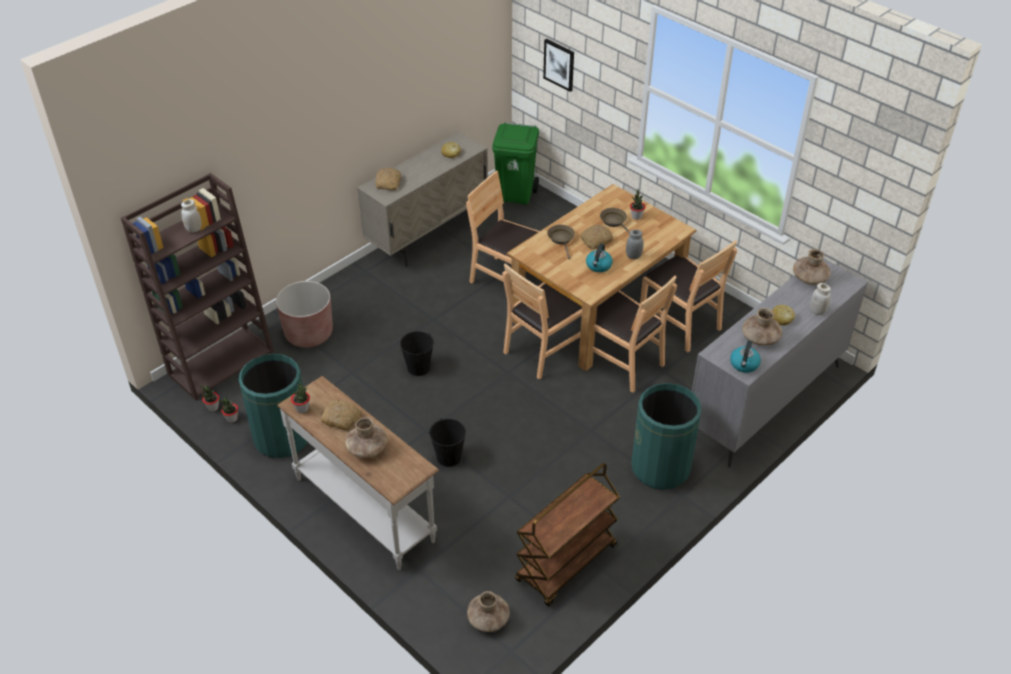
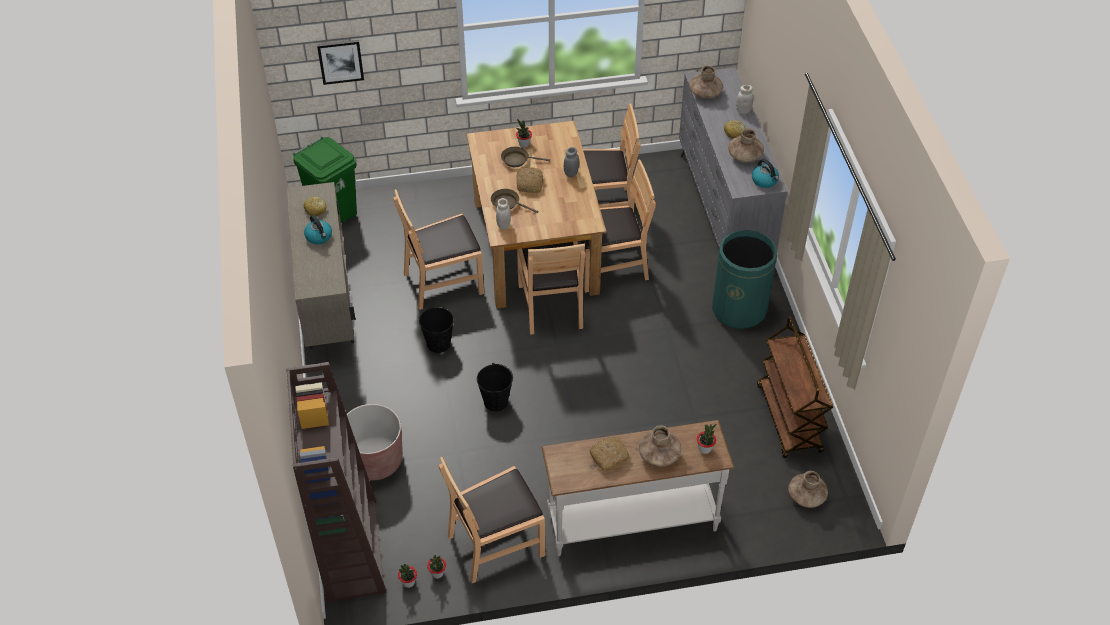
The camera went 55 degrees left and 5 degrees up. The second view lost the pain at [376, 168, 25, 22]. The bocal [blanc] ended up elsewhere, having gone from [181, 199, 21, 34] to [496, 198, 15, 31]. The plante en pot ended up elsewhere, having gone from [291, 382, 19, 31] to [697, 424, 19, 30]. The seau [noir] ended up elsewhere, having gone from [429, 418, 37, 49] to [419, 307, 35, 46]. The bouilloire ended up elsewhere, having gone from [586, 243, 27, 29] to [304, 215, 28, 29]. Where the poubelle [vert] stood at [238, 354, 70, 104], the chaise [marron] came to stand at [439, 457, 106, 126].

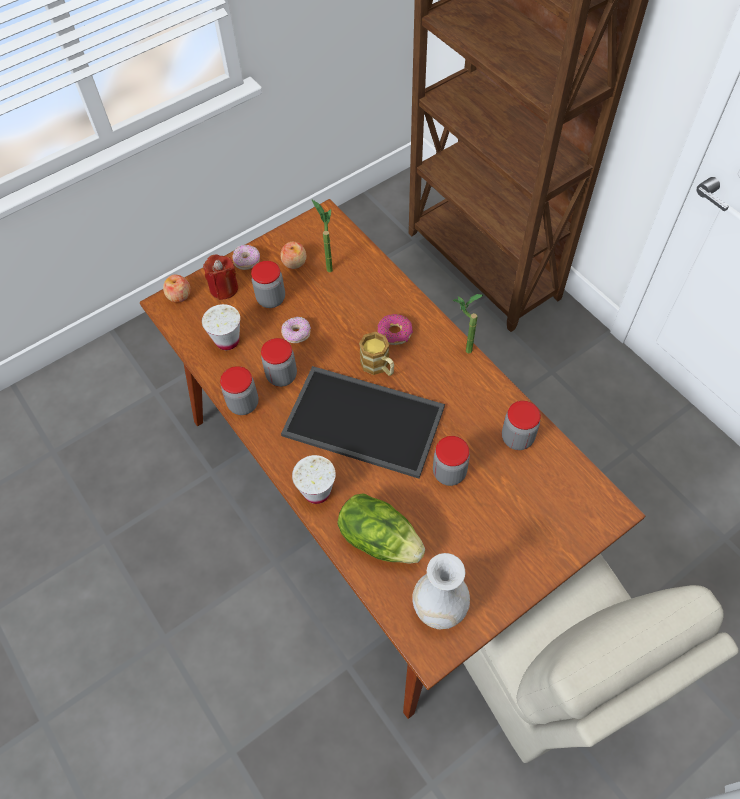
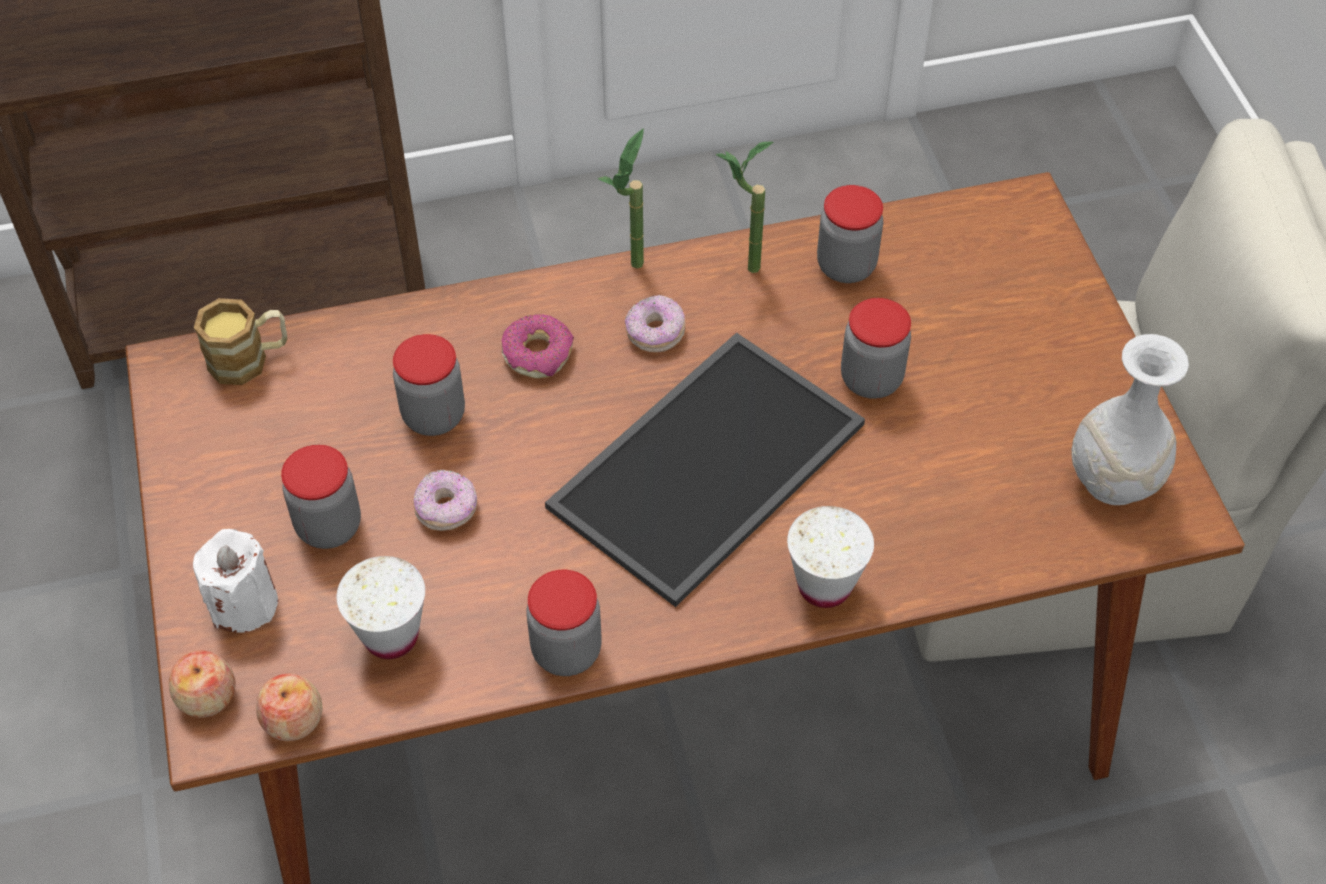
The camera went 70 degrees left and 5 degrees down. The second view lost the laitue at [337, 493, 88, 71]. The beignet ended up elsewhere, having gone from [233, 245, 27, 25] to [625, 295, 60, 57]. The bocal ended up elsewhere, having gone from [261, 338, 36, 49] to [393, 334, 72, 102]. The pomme ended up elsewhere, having gone from [280, 242, 26, 27] to [256, 673, 67, 68]. The plante en pot ended up elsewhere, having gone from [311, 199, 22, 73] to [716, 142, 57, 131]. The mug ended up elsewhere, having gone from [359, 332, 35, 44] to [194, 298, 93, 87]. What was the bougie [rouge] at [203, 254, 35, 46] turned into the bougie [blanc] at [193, 529, 85, 104].

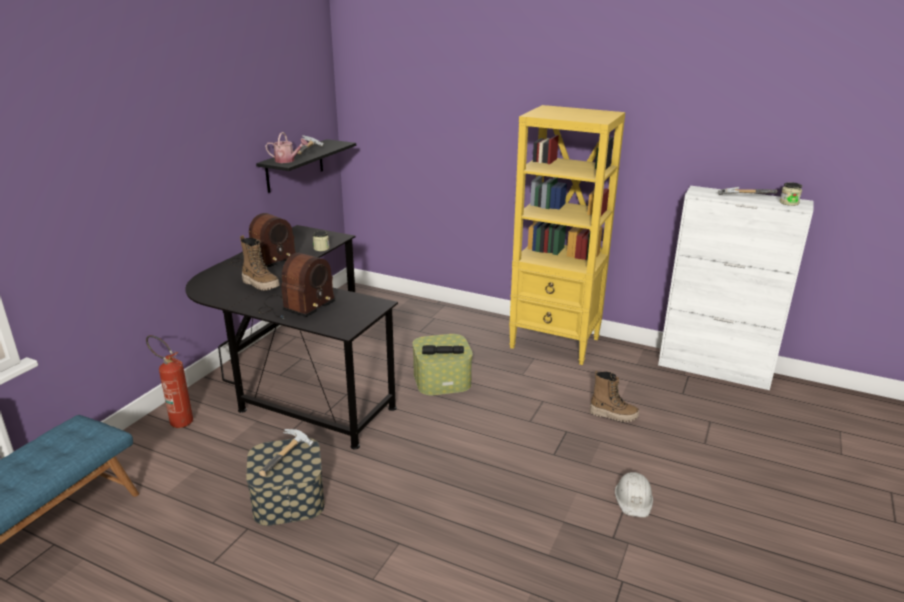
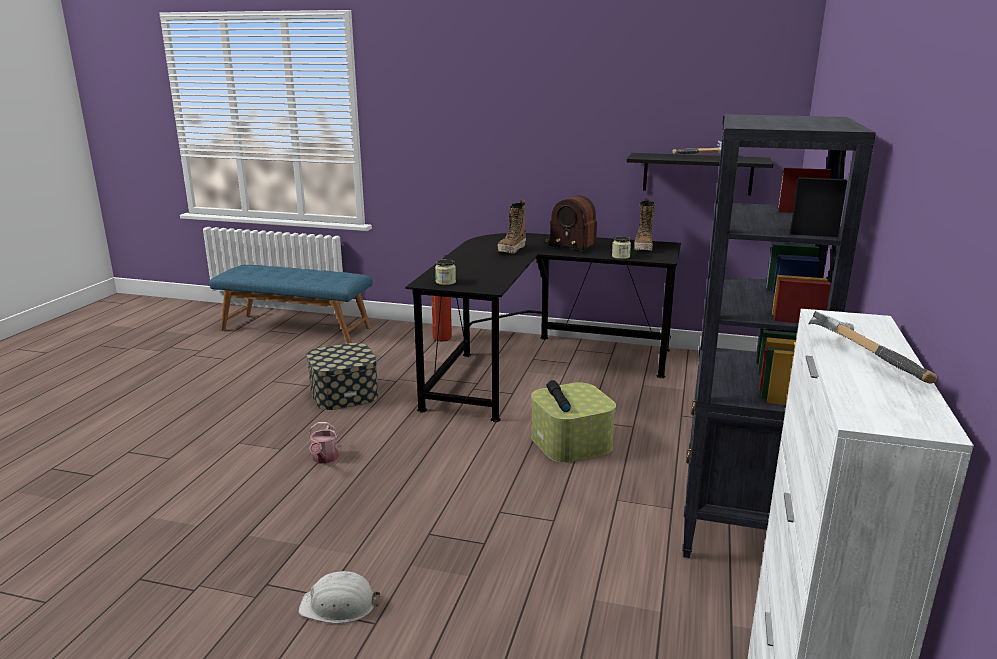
The camera went 80 degrees right and 5 degrees down. The second view lost the radio at [258, 253, 77, 66]. The second view lost the marteau at [259, 429, 55, 48]. The arrosoir ended up elsewhere, having gone from [265, 132, 43, 31] to [309, 422, 30, 42]. The botte ended up elsewhere, having gone from [590, 370, 49, 52] to [634, 198, 22, 53]. The bocal ended up elsewhere, having gone from [780, 182, 22, 24] to [435, 259, 21, 26]. What was the bibliothèque [jaune] at [509, 105, 116, 260] turned into the bibliothèque [noir] at [682, 114, 194, 444].

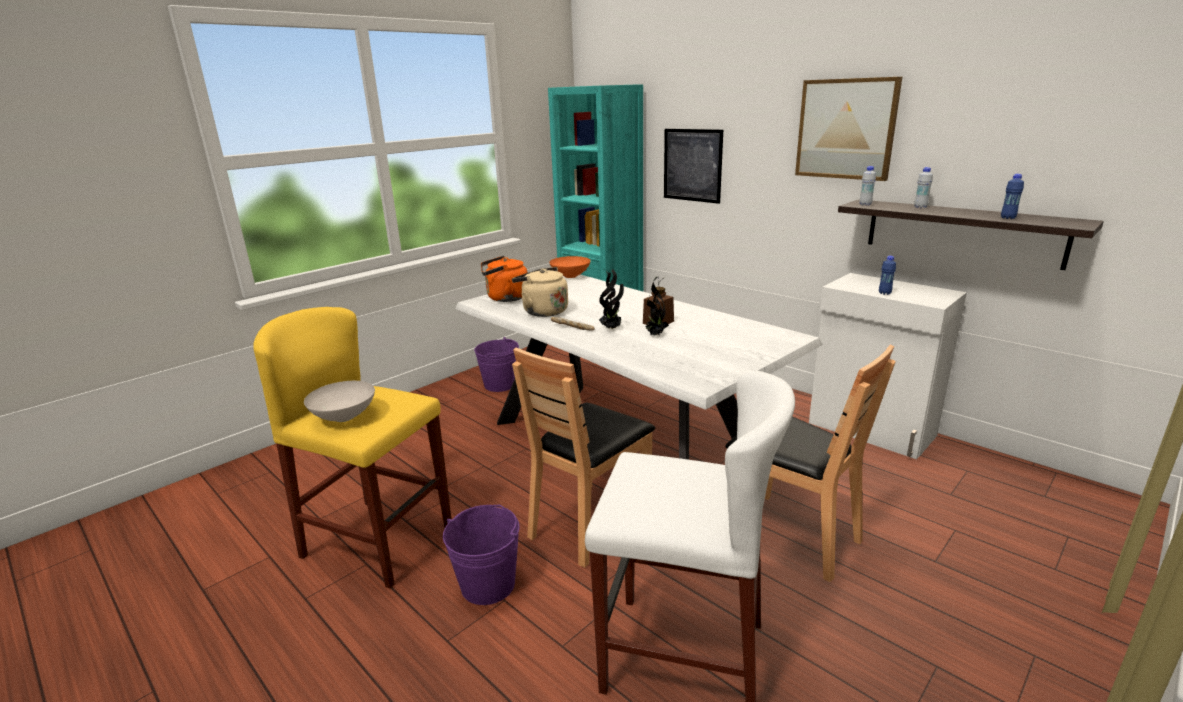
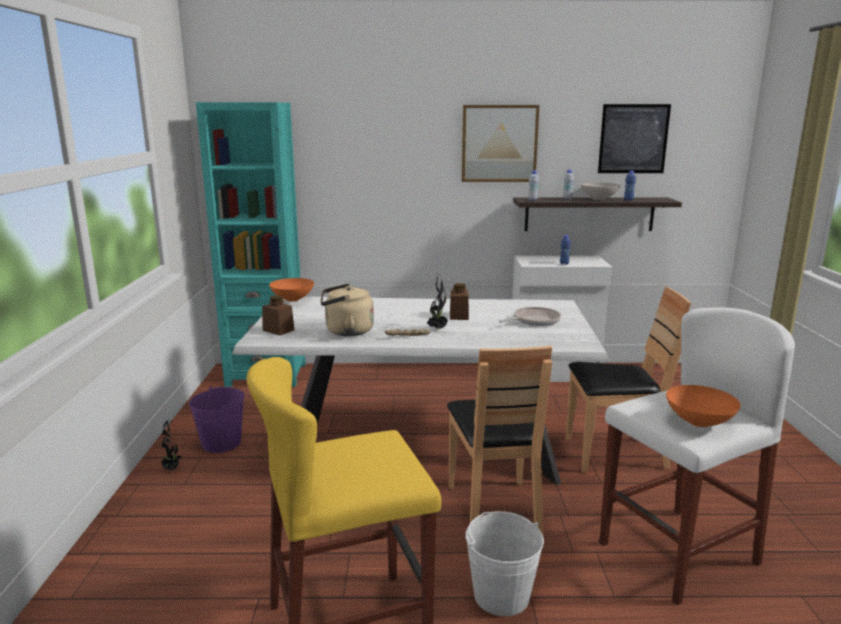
The camera went 45 degrees left and 5 degrees down. The second view gained the poêle at [499, 307, 62, 19]. The second view gained the bol [orange] at [666, 385, 75, 42]. The bol [blanc] ended up elsewhere, having gone from [304, 381, 71, 41] to [581, 183, 39, 17]. The plante en pot ended up elsewhere, having gone from [646, 277, 23, 59] to [161, 420, 20, 51]. The tableau ended up elsewhere, having gone from [664, 129, 59, 75] to [598, 104, 73, 69]. Where the bouilloire [orange] stood at [481, 256, 47, 46], the bocal [marron] came to stand at [262, 295, 33, 41]. What was the seau [violet] at [443, 505, 77, 100] turned into the seau [blanc] at [466, 511, 78, 105].

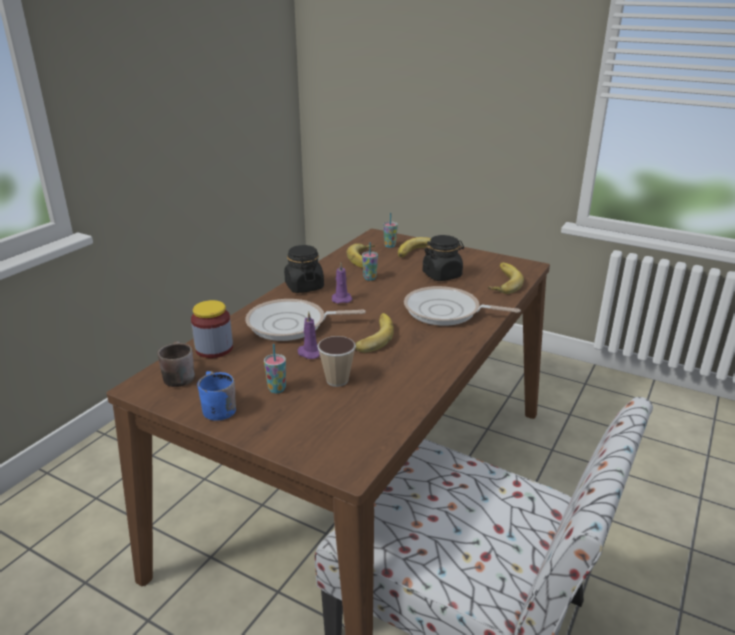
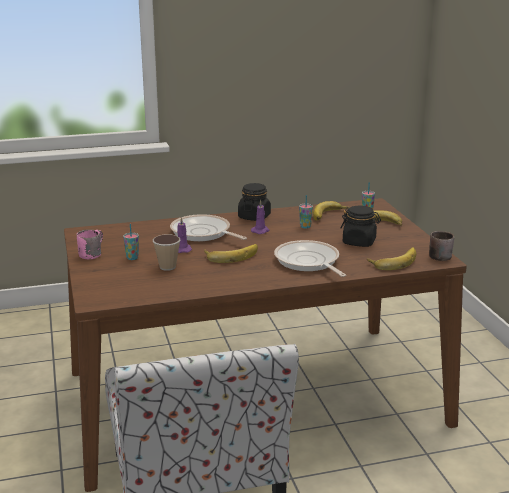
The camera went 45 degrees right and 5 degrees down. The second view lost the bocal at [191, 300, 42, 58]. The mug [marron] ended up elsewhere, having gone from [158, 341, 37, 46] to [429, 231, 26, 30]. What was the mug [bleu] at [197, 371, 39, 50] turned into the mug [rose] at [76, 229, 27, 30].

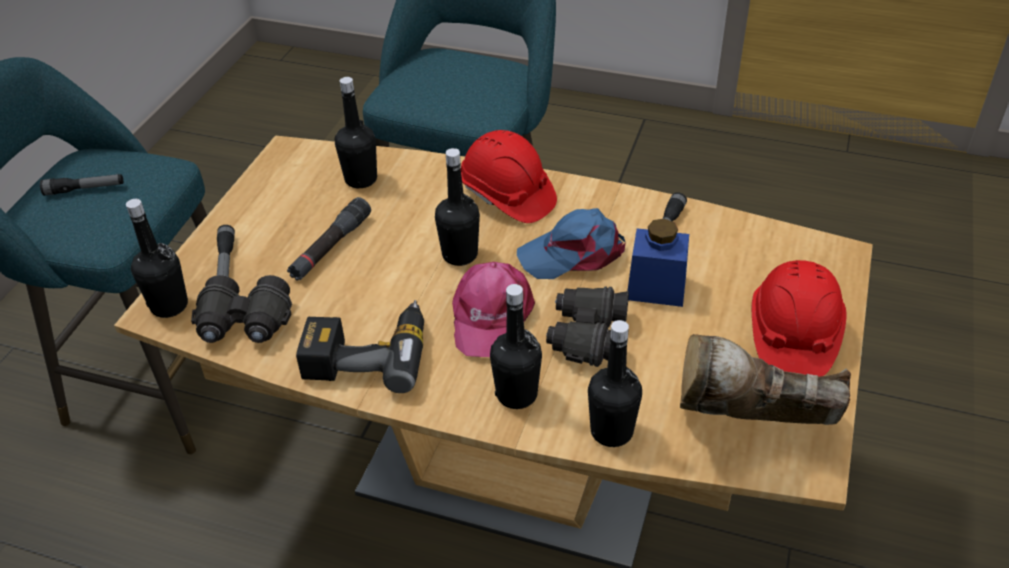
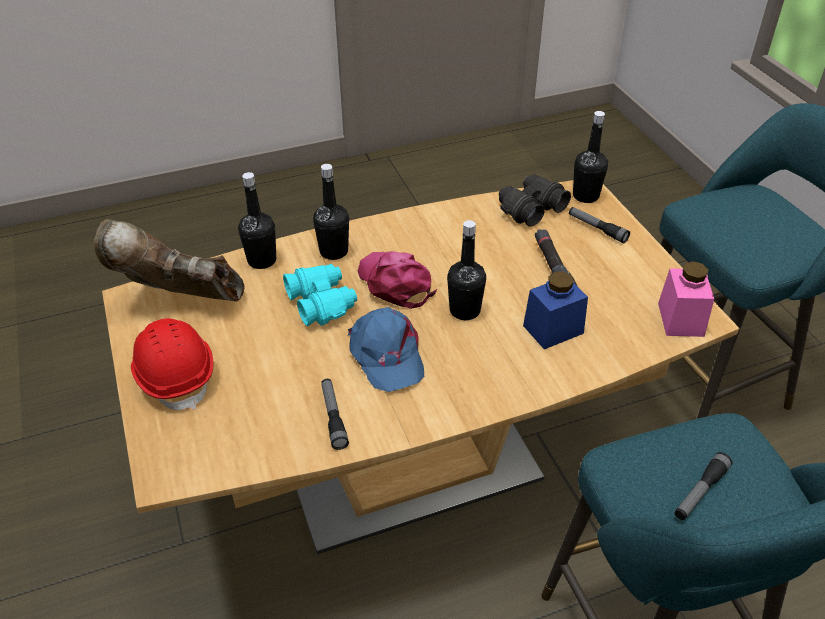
The camera went 140 degrees right and 0 degrees up. The second view lost the perceuse at [296, 300, 128, 93]. The second view lost the bouteille [noir] at [335, 77, 42, 112]. The second view lost the casque de chantier [rouge] at [461, 130, 96, 93]. The second view gained the bocal [rose] at [658, 261, 56, 76]. The lampe de poche ended up elsewhere, having gone from [40, 174, 83, 21] to [675, 452, 58, 68]. The bocal [bleu] ended up elsewhere, having gone from [627, 219, 62, 88] to [523, 271, 65, 78]. What was the jumelles [noir] at [546, 286, 83, 81] turned into the jumelles [turquoise] at [283, 264, 74, 62]. The casquette [bleu] at [517, 208, 108, 71] ended up facing another way, 120 degrees clockwise from before. The botte [marron] at [680, 334, 171, 91] ended up facing another way, 135 degrees counterclockwise from before.

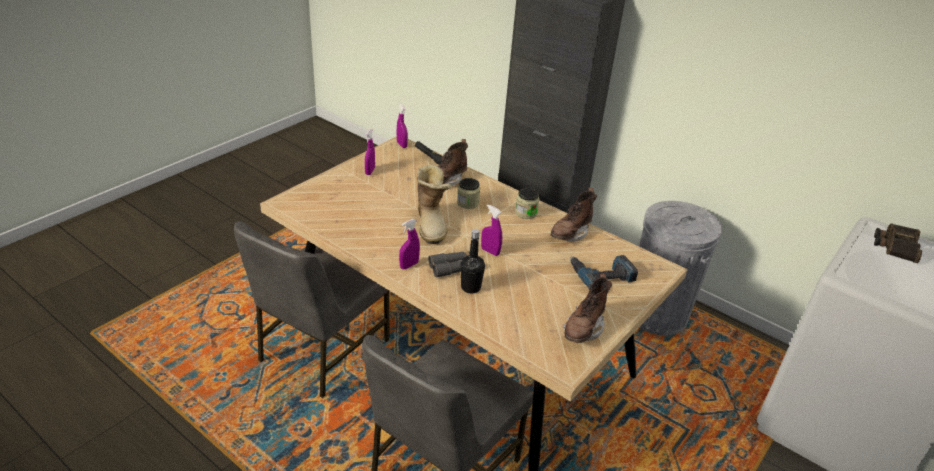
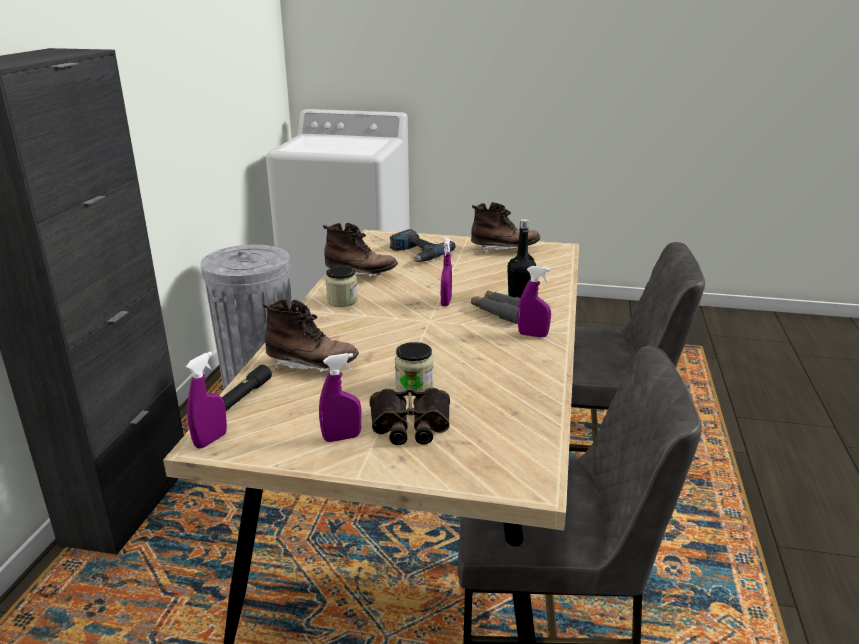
The camera went 115 degrees left and 10 degrees down. The second view lost the botte at [417, 164, 35, 80]. The bocal ended up elsewhere, having gone from [457, 178, 23, 31] to [395, 342, 38, 50]. The jumelles ended up elsewhere, having gone from [874, 223, 48, 40] to [370, 388, 80, 57].

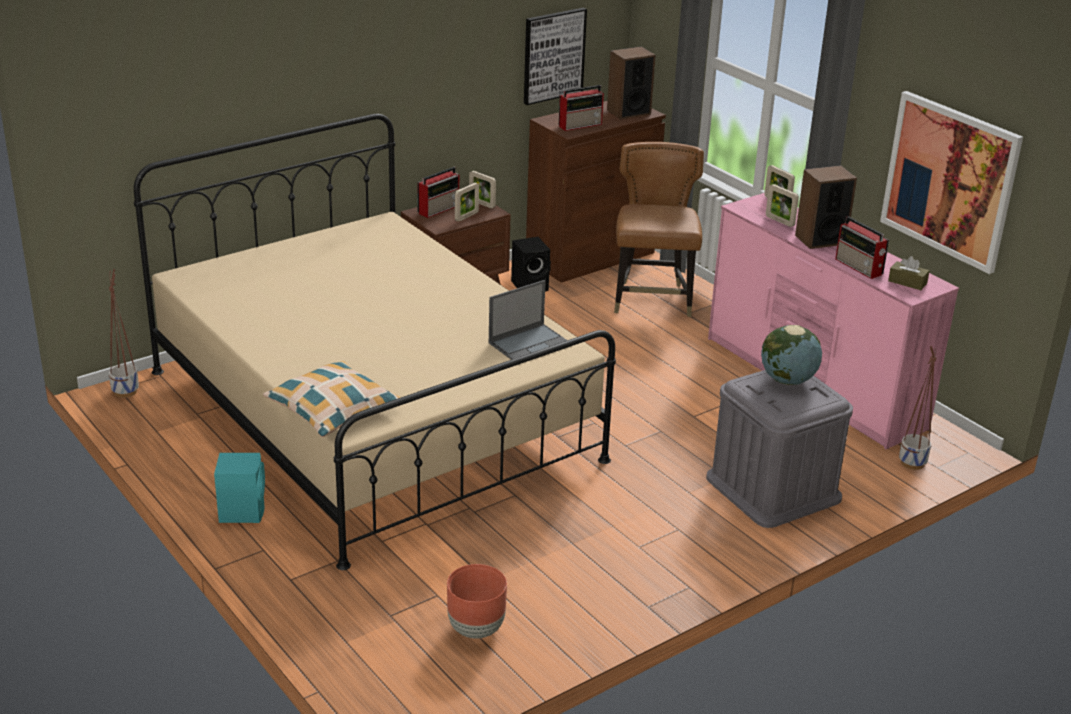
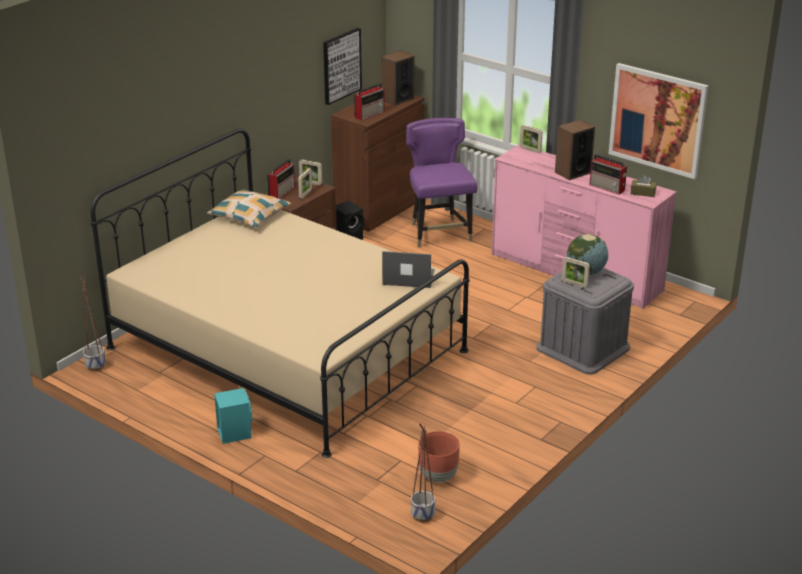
The camera went 15 degrees left and 0 degrees up. The coussin ended up elsewhere, having gone from [263, 361, 138, 76] to [207, 189, 84, 39]. The cadre photo ended up elsewhere, having gone from [766, 184, 33, 43] to [562, 257, 28, 31]. The cache-pot ended up elsewhere, having gone from [899, 346, 38, 124] to [411, 423, 25, 99]. What was the chaise [marron] at [614, 142, 90, 175] turned into the chaise [violet] at [406, 118, 71, 129]. The ordinateur portable at [488, 280, 79, 80] ended up facing another way, 120 degrees counterclockwise from before.

